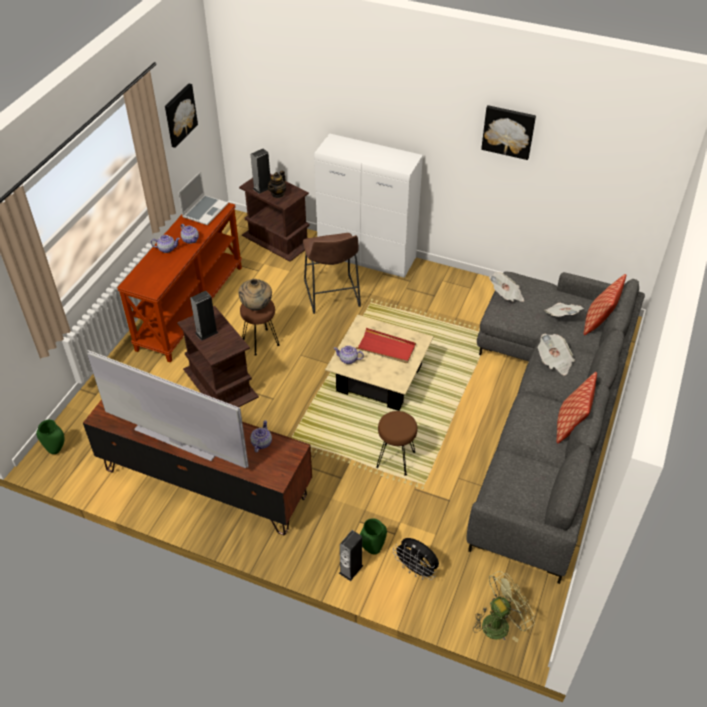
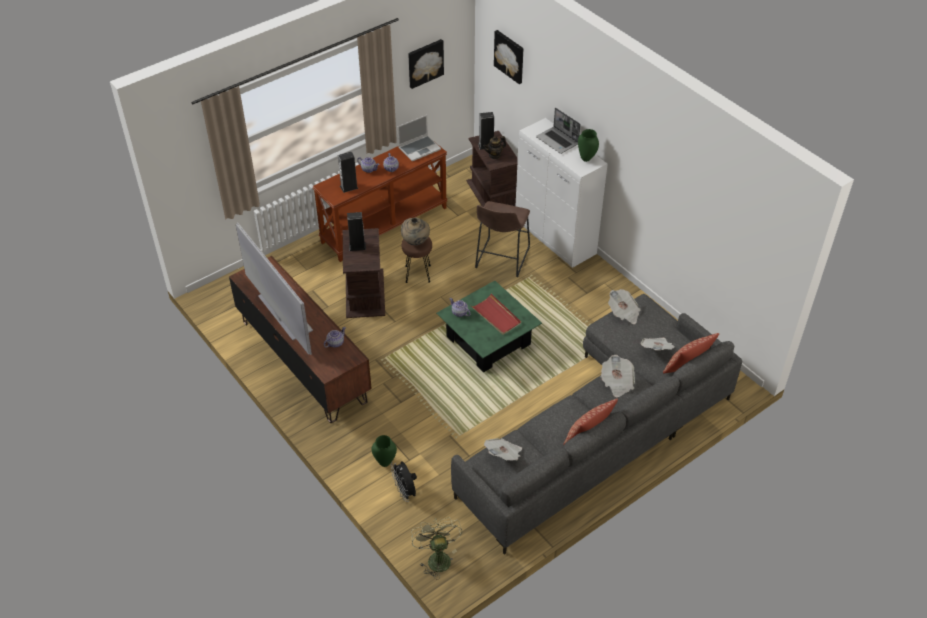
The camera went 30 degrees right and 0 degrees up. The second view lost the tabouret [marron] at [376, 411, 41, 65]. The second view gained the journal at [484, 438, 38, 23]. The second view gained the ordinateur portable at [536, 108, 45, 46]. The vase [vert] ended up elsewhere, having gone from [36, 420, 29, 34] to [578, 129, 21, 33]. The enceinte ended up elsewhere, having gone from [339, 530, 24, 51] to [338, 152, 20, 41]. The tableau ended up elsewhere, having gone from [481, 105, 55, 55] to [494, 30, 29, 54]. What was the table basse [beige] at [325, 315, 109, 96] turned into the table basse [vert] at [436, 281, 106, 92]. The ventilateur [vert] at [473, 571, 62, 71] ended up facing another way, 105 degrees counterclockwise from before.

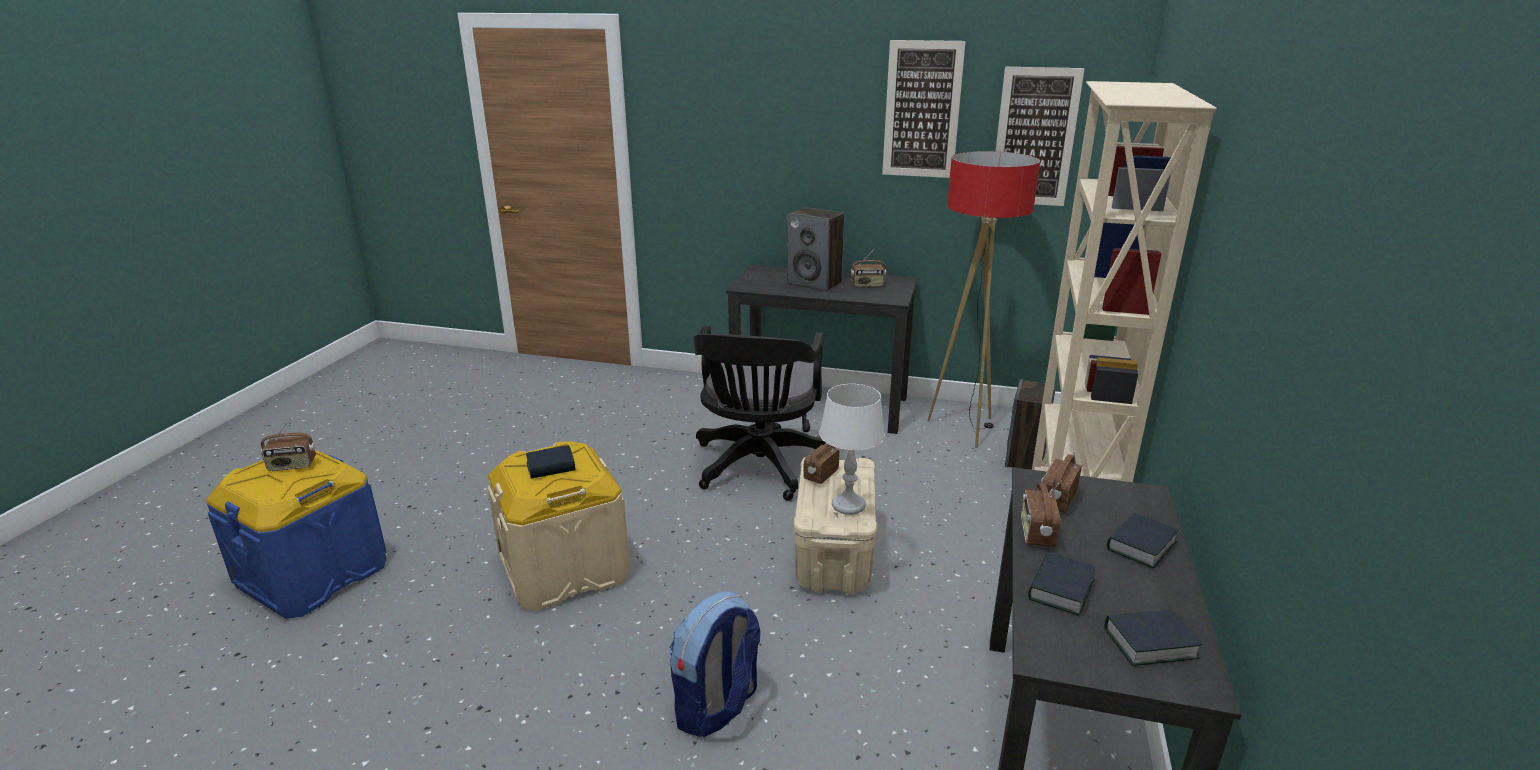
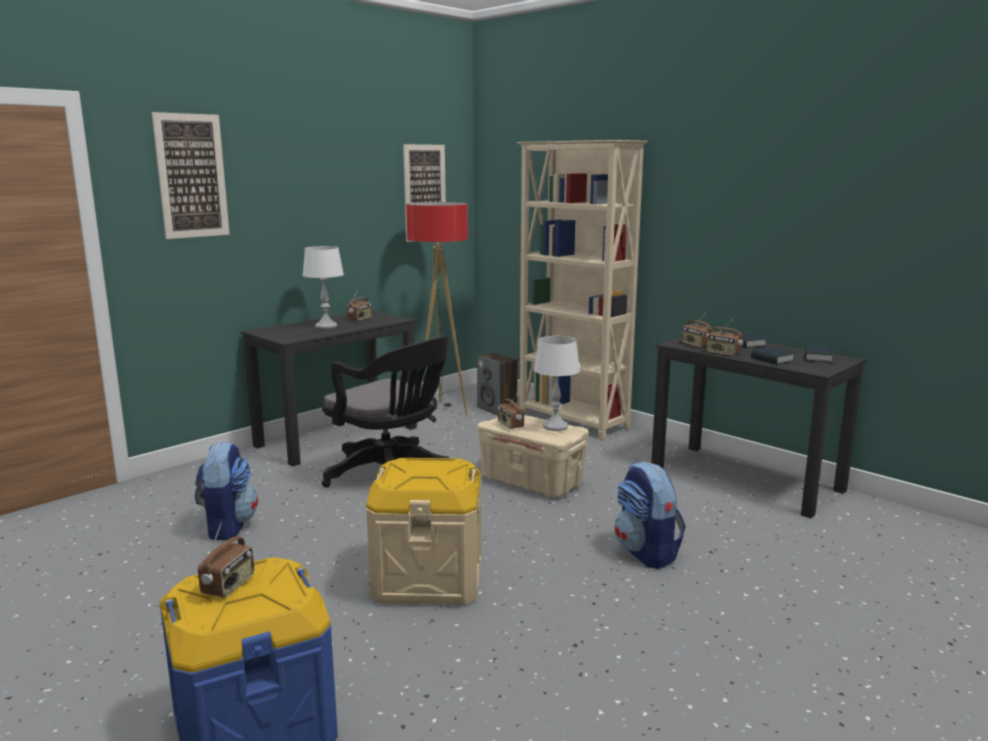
The camera went 60 degrees left and 10 degrees down. The second view lost the livre at [526, 445, 50, 34]. The second view gained the sac à dos at [195, 441, 63, 99]. The tableau ended up elsewhere, having gone from [882, 40, 84, 138] to [152, 112, 78, 127]. Where the enceinte stood at [787, 207, 57, 85], the lampe de table [blanc] came to stand at [302, 246, 42, 83].

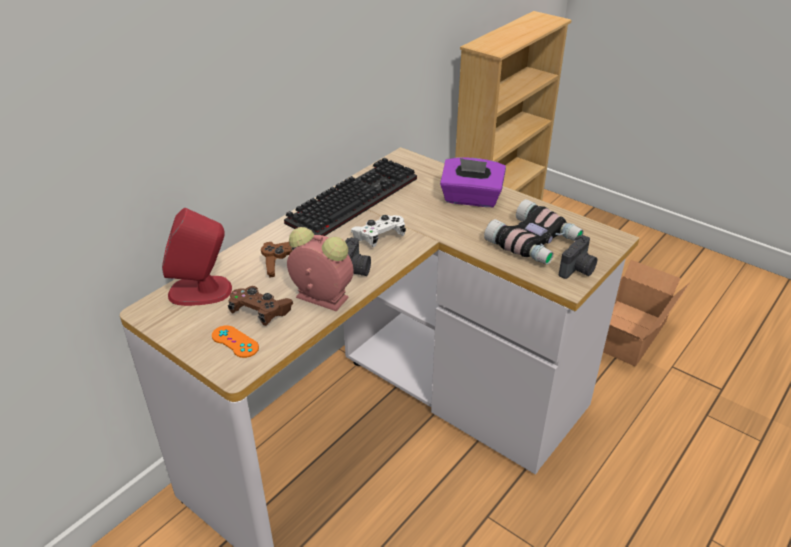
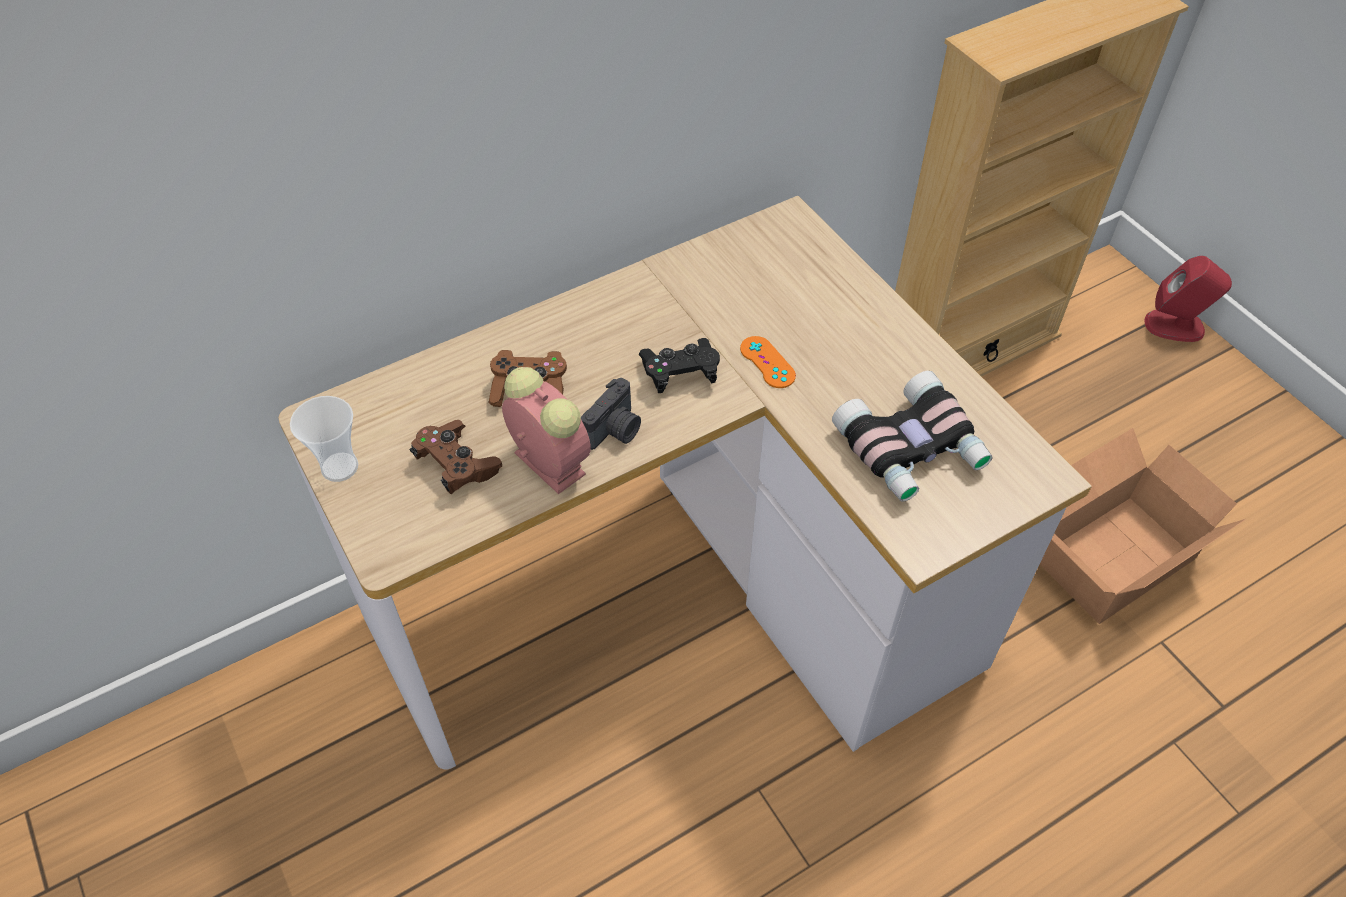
The camera went 20 degrees right and 15 degrees up. The second view lost the clavier at [284, 157, 133, 79]. The second view lost the boîte à mouchoirs [violet] at [440, 157, 66, 50]. The second view lost the appareil photo at [559, 235, 38, 44]. The second view gained the tasse at [290, 396, 68, 86]. The enceinte [rouge] ended up elsewhere, having gone from [162, 208, 70, 98] to [1144, 256, 88, 86]. The manette [orange] ended up elsewhere, having gone from [212, 325, 47, 33] to [740, 336, 56, 52]. What was the manette [blanc] at [350, 215, 56, 32] turned into the manette [noir] at [638, 338, 82, 55].

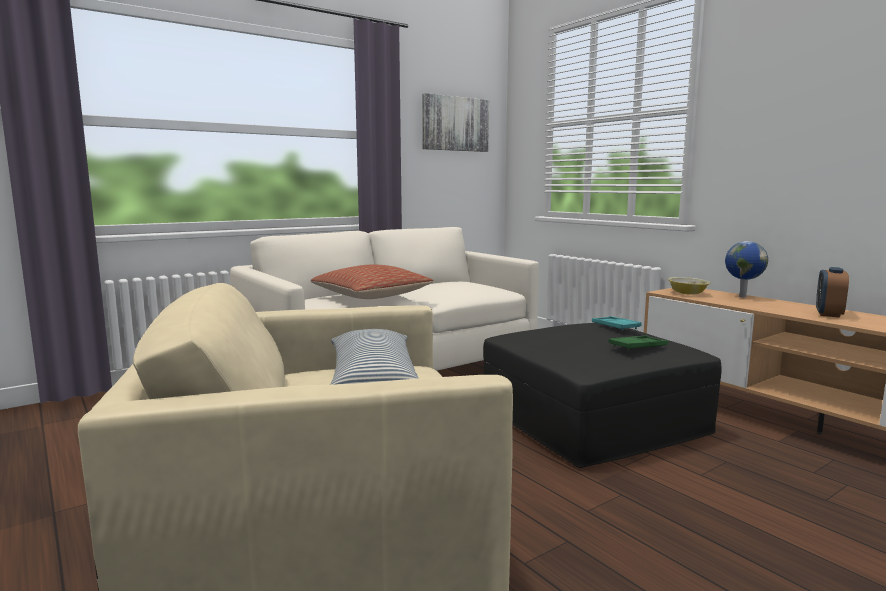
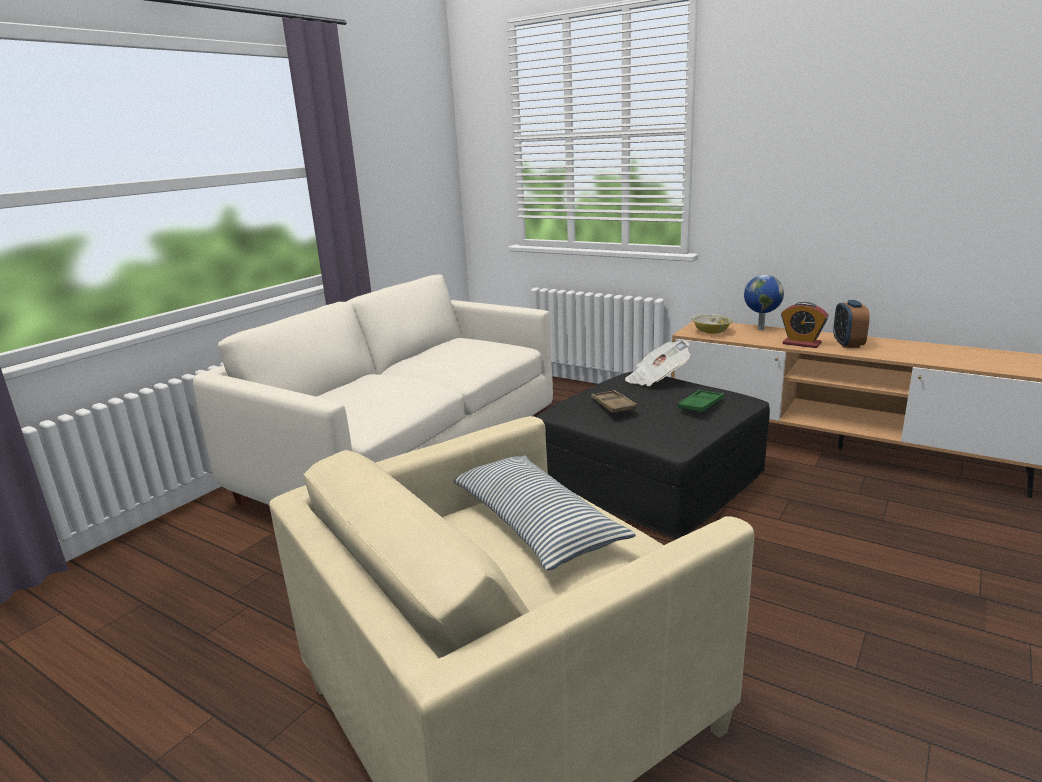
The camera went 20 degrees left and 10 degrees up. The second view lost the coussin at [311, 265, 122, 34]. The second view lost the tableau at [422, 93, 67, 59]. The second view gained the plateau [marron] at [591, 390, 46, 24]. The second view gained the réveil at [781, 302, 48, 46]. Where the plateau [turquoise] stood at [592, 316, 49, 15], the journal came to stand at [625, 341, 66, 45].

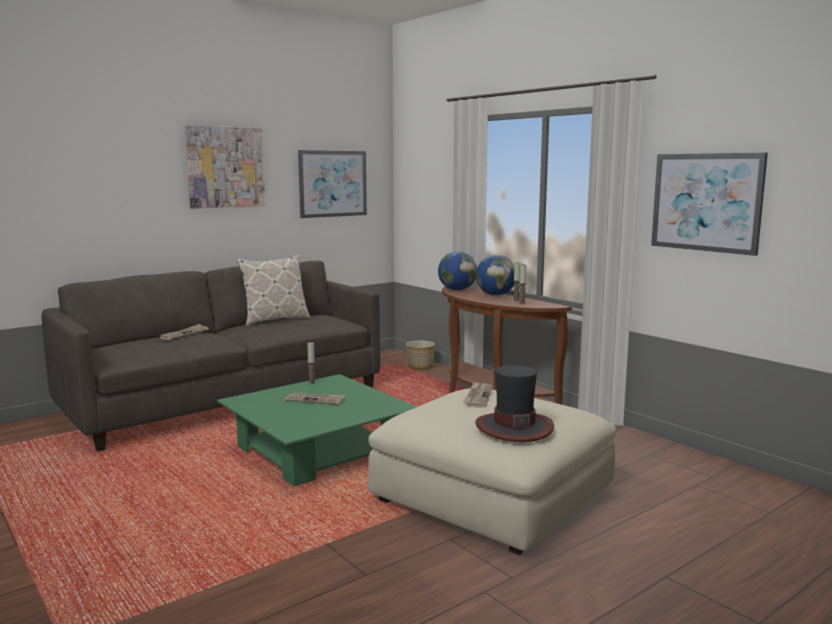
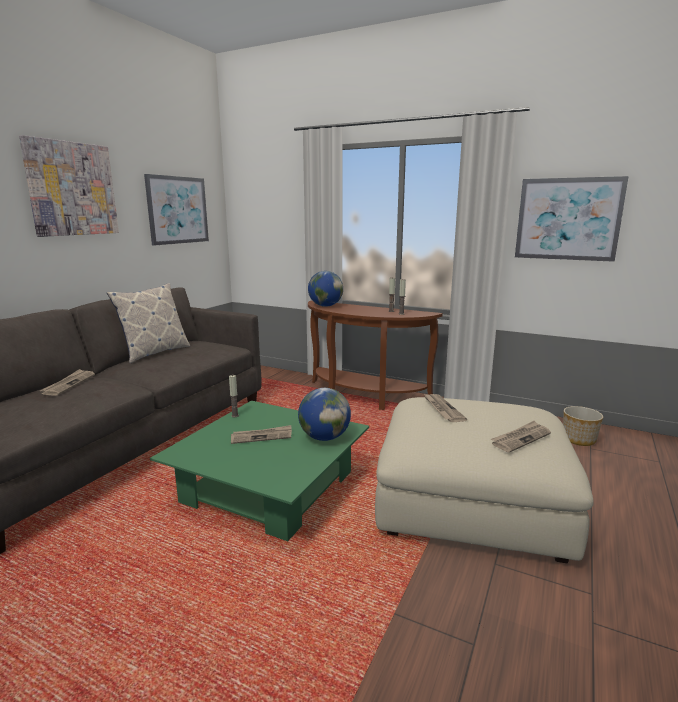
The camera went 25 degrees left and 5 degrees up. The cache-pot ended up elsewhere, having gone from [406, 341, 29, 29] to [563, 406, 40, 40]. The globe ended up elsewhere, having gone from [476, 255, 38, 41] to [298, 388, 53, 53]. Where the chapeau stood at [475, 365, 79, 77], the journal came to stand at [491, 421, 60, 32].

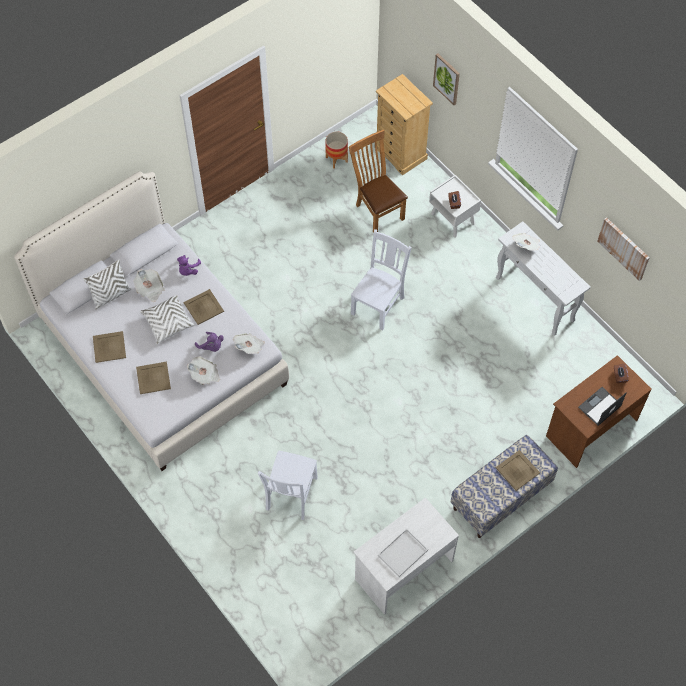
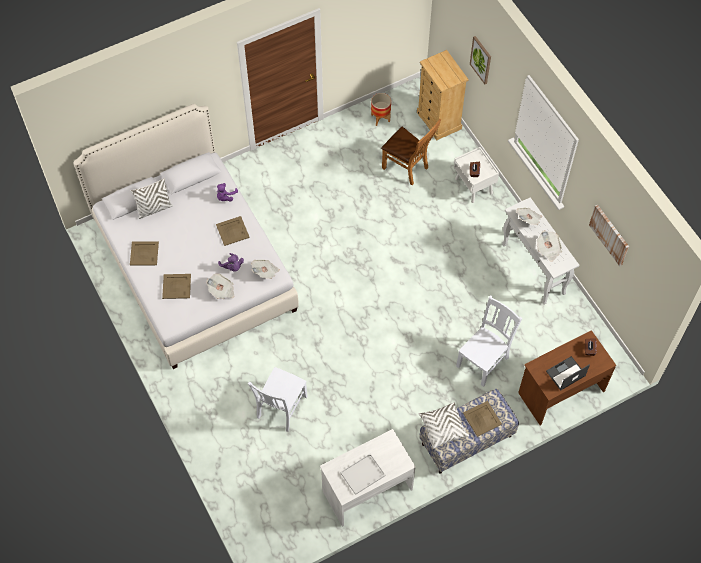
The camera went 10 degrees right and 0 degrees up. The journal ended up elsewhere, having gone from [133, 269, 32, 33] to [537, 230, 25, 32]. The coussin [blanc] ended up elsewhere, having gone from [140, 294, 55, 50] to [419, 402, 50, 47]. The chaise [blanc] ended up elsewhere, having gone from [351, 229, 61, 101] to [456, 295, 66, 92]. The chaise [marron] at [349, 130, 59, 103] ended up facing another way, 150 degrees clockwise from before.

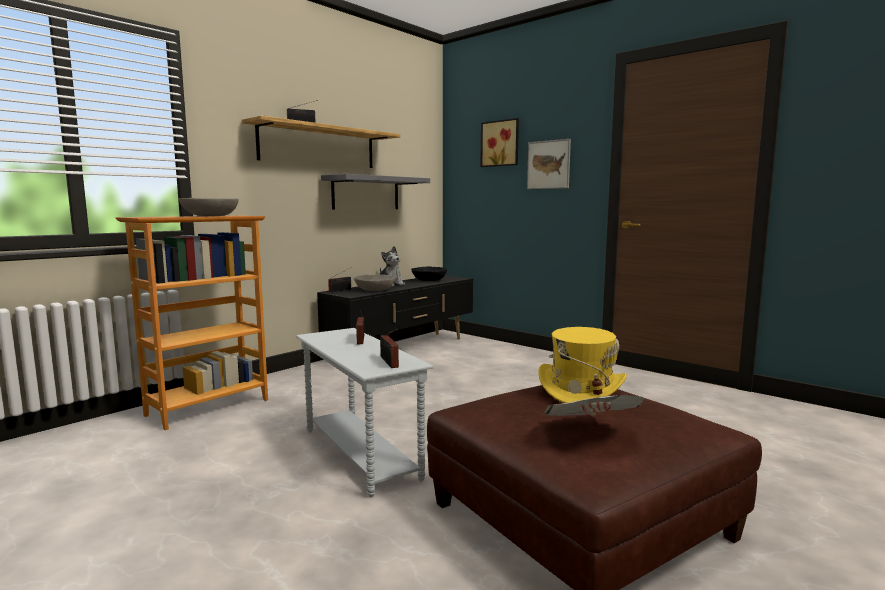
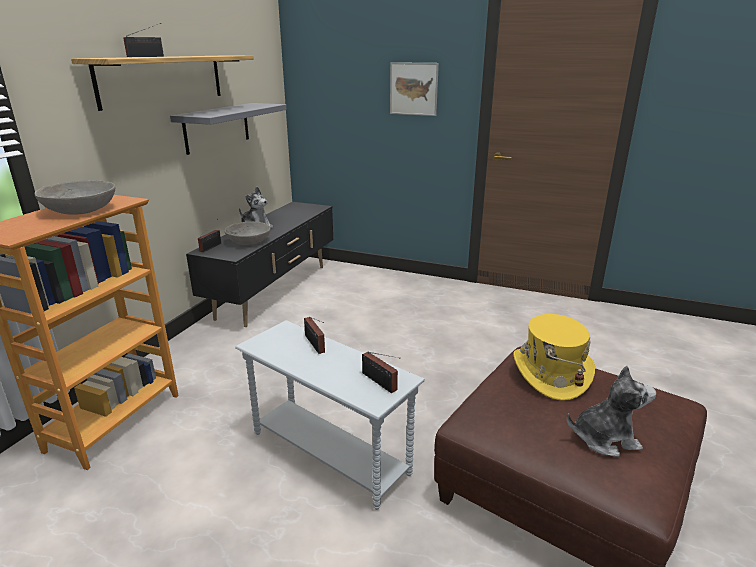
The camera went 20 degrees left and 15 degrees up. The second view lost the bol [noir] at [411, 266, 36, 15]. The second view lost the tableau at [480, 118, 39, 49]. Where the journal stood at [544, 395, 100, 22], the peluche came to stand at [567, 366, 89, 91].

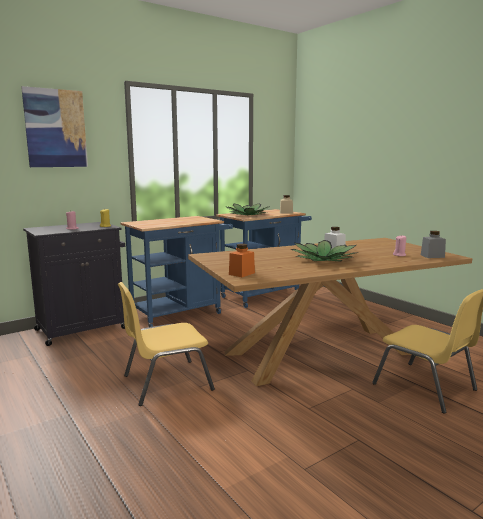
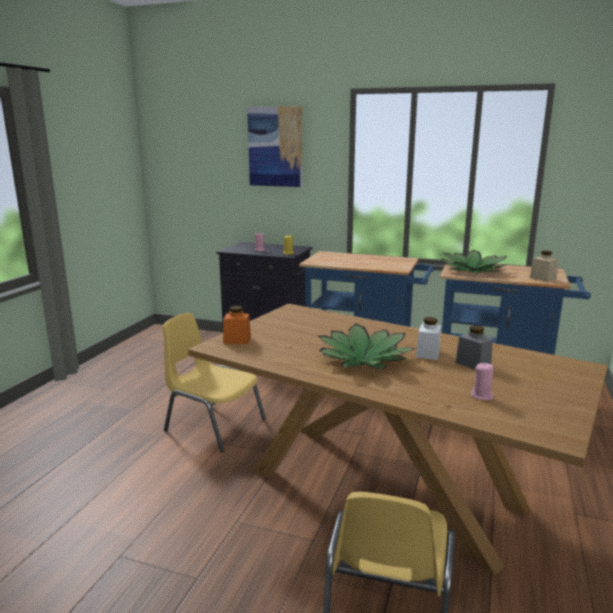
The camera went 55 degrees right and 5 degrees up. The bocal [gris] ended up elsewhere, having gone from [421, 231, 25, 27] to [455, 325, 38, 45].

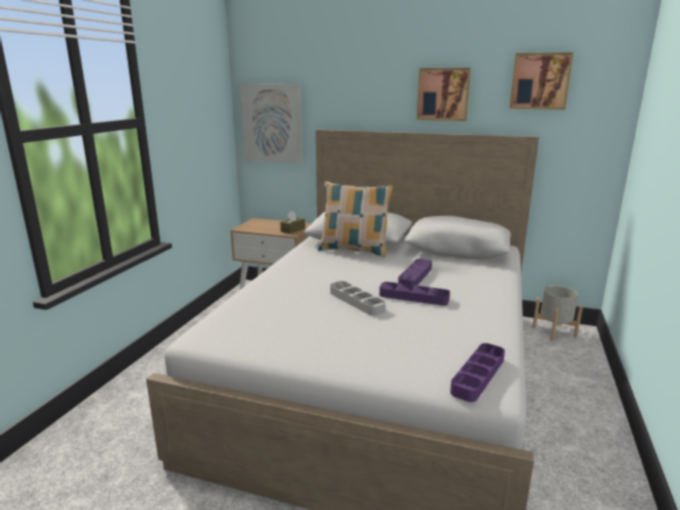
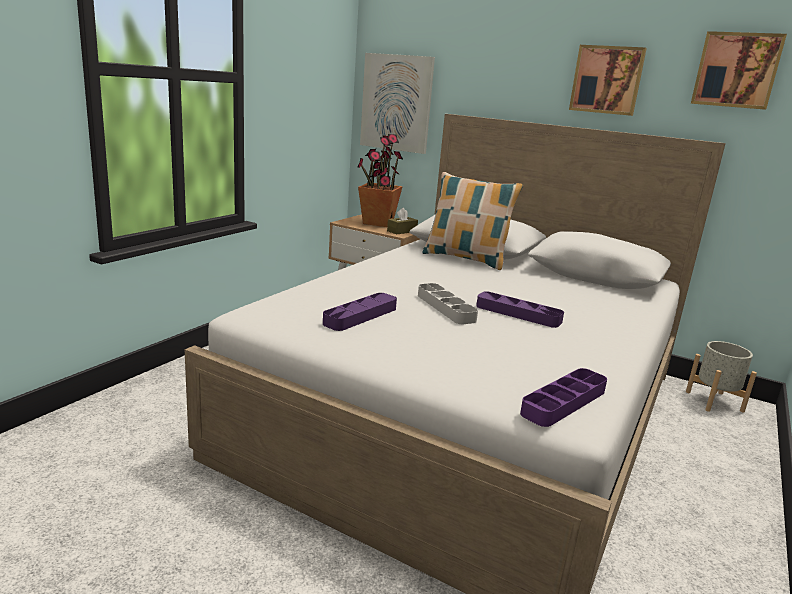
The camera went 10 degrees right and 0 degrees up. The second view gained the plante en pot at [358, 134, 46, 93]. The plateau [violet] ended up elsewhere, having gone from [398, 259, 34, 27] to [323, 293, 74, 38].

